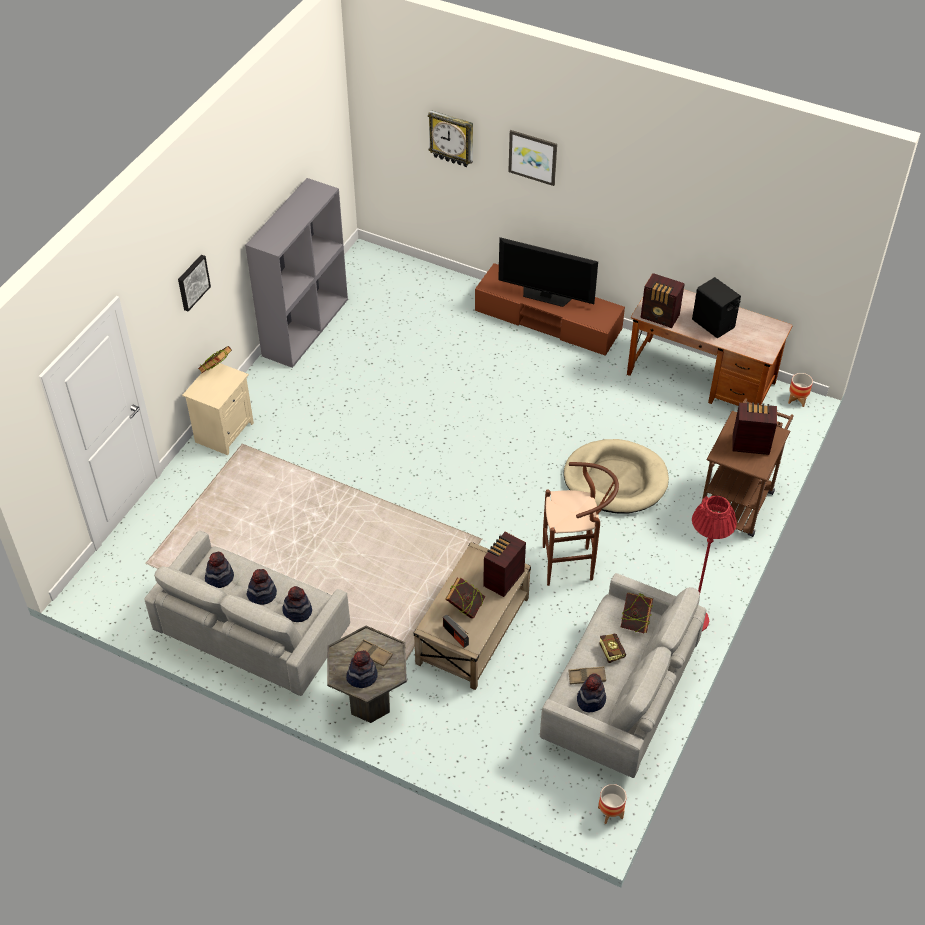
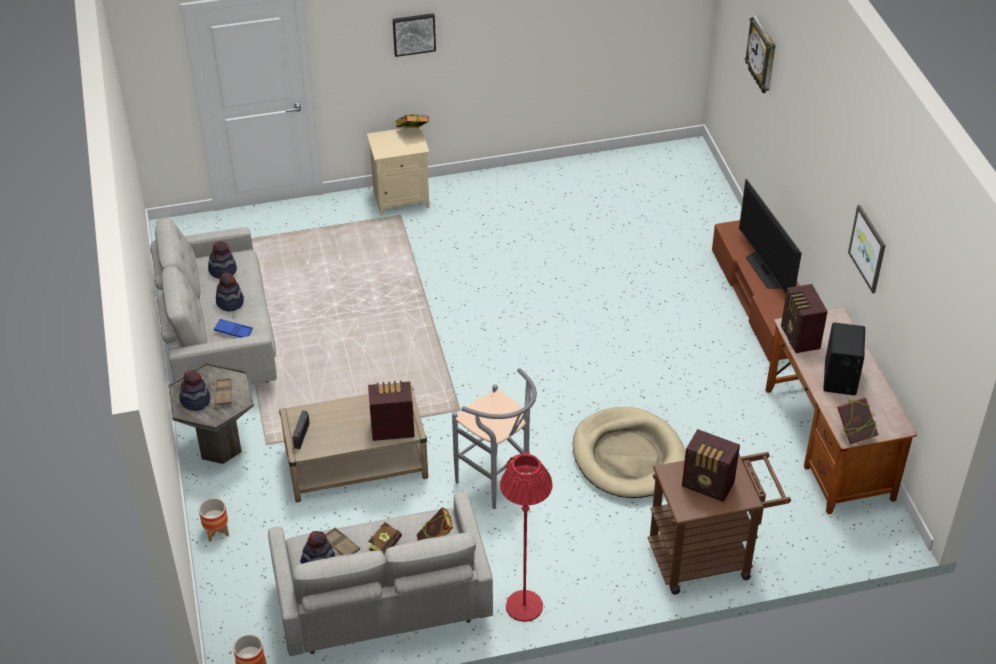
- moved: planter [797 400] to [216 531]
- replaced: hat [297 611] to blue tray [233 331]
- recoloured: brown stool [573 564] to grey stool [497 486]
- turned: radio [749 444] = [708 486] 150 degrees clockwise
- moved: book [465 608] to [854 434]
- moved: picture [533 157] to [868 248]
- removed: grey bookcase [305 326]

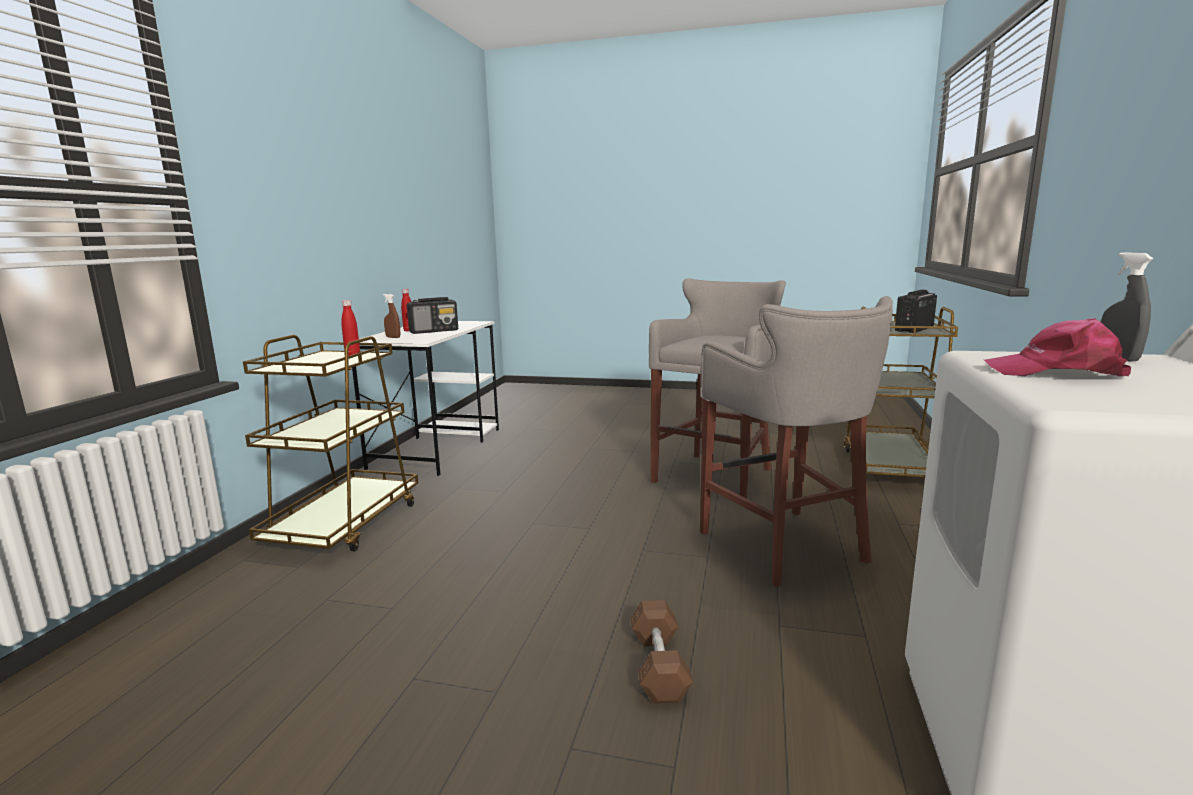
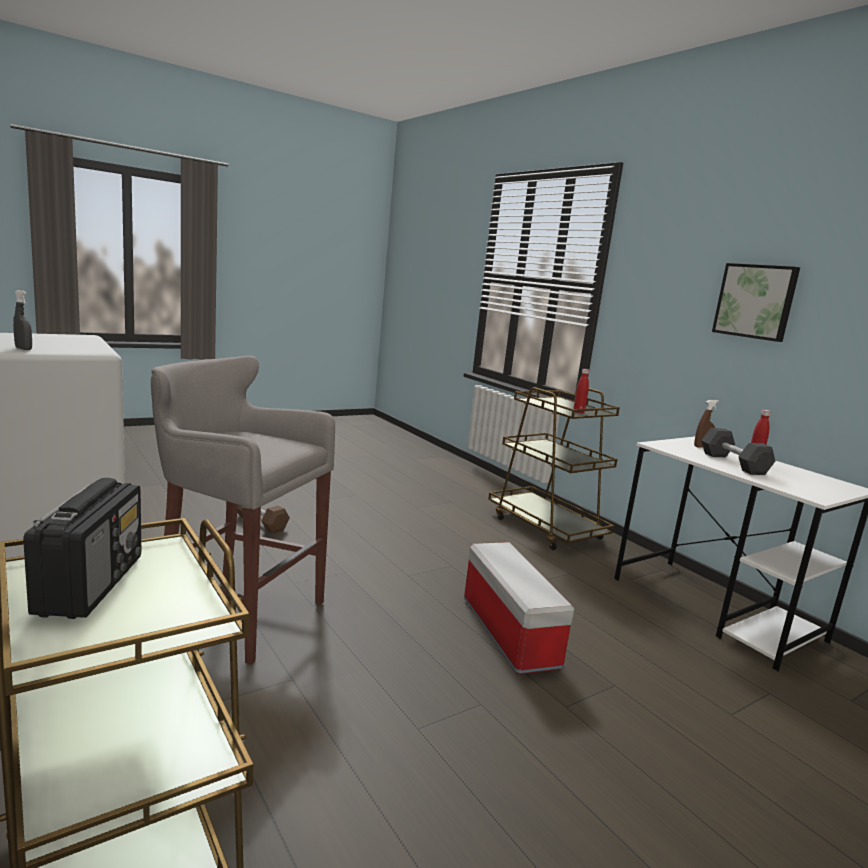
- added: storage box [507 631]
- replaced: radio [434 331] to grey dumbbell [733 463]
- added: picture [756 301]
- removed: grey stool [716 475]
- removed: pink cap [1056 372]

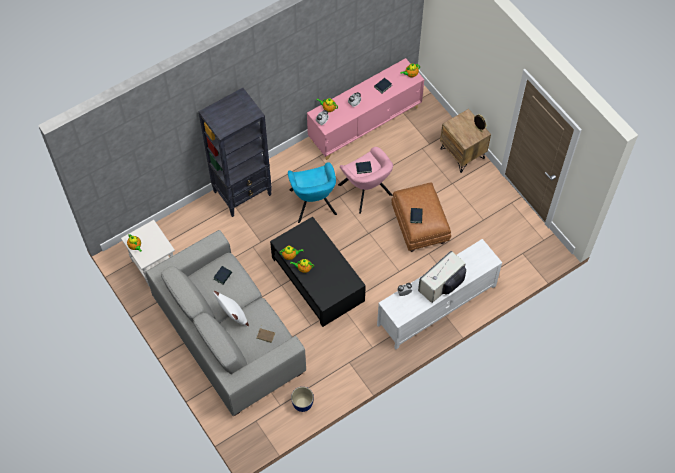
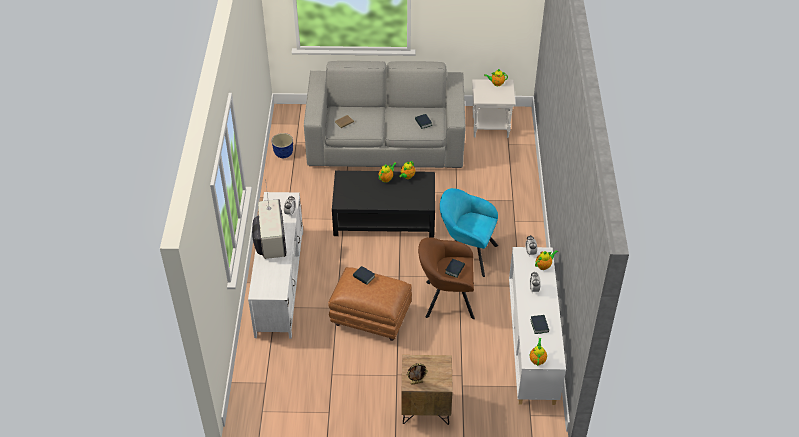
- recoloured: pink armchair [366 192] to brown armchair [446 299]
- recoloured: pink cabinet [365 124] to white cabinet [532 344]
- removed: black bookcase [243 193]
- removed: white pillow [233 316]

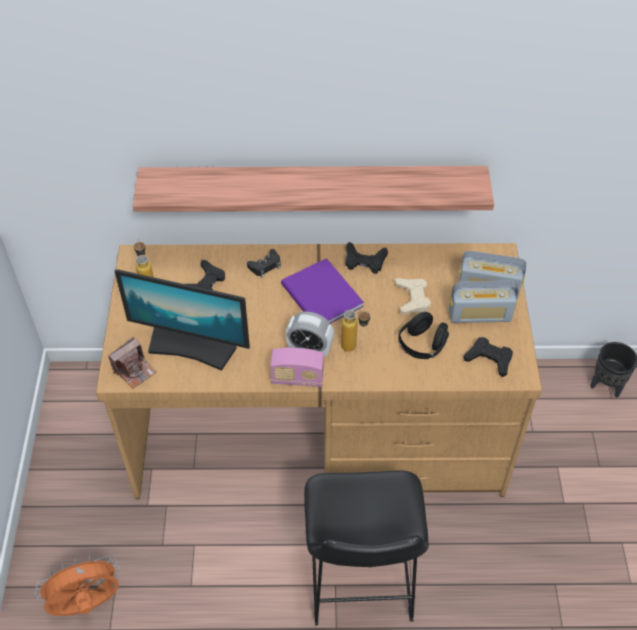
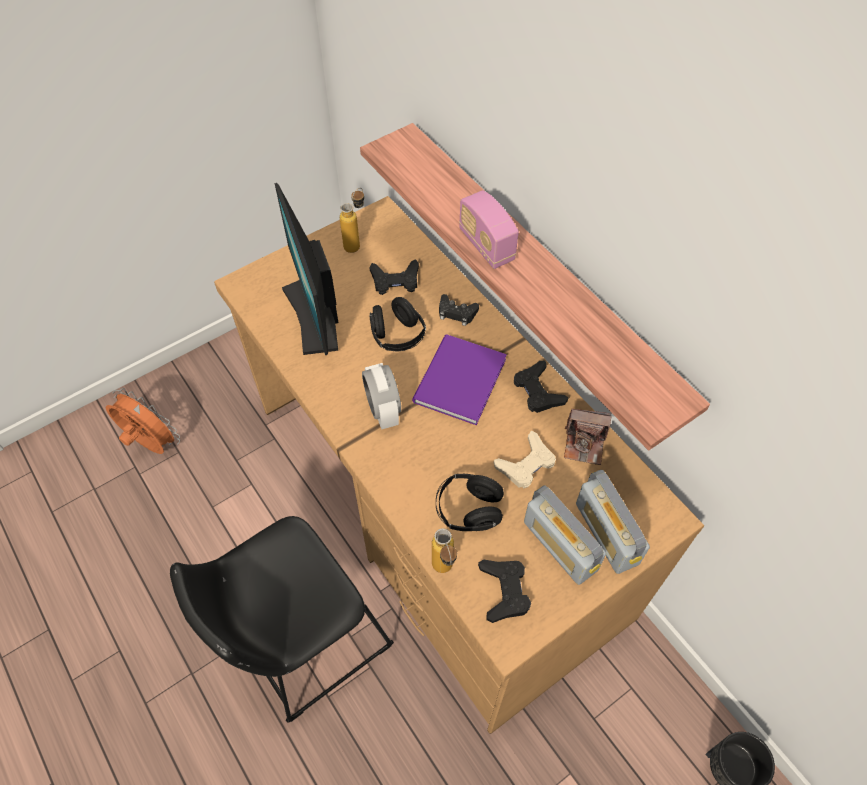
- added: black headphones [397 336]
- moved: bottle [354 347] to [444 572]
- moved: radio [297 378] to [486 245]
- moved: photo camera [134 370] to [584 443]

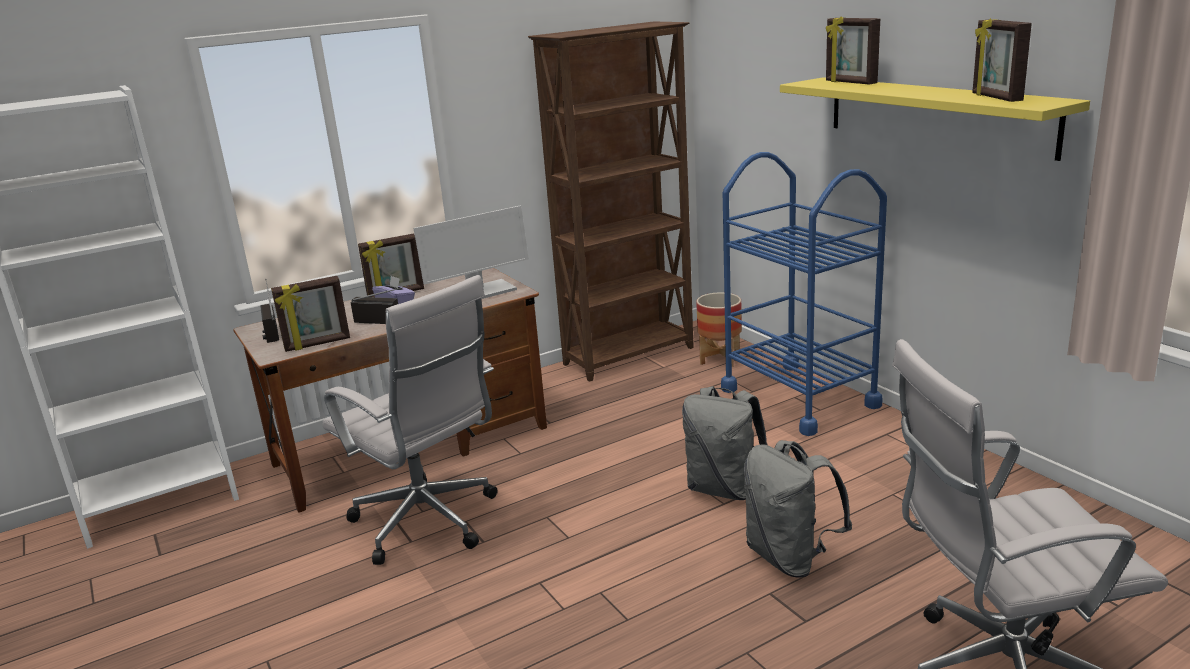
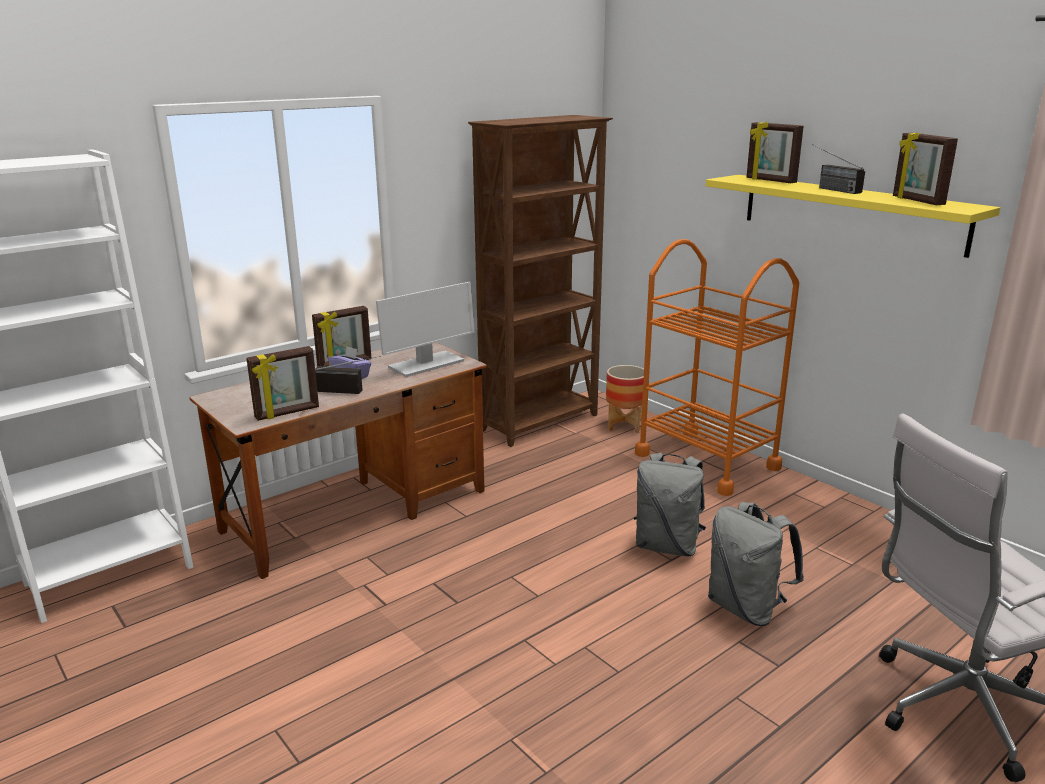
- recoloured: blue cart [799 397] to orange cart [706 461]
- moved: radio [270 330] to [829 189]
- removed: white office chair [429 524]

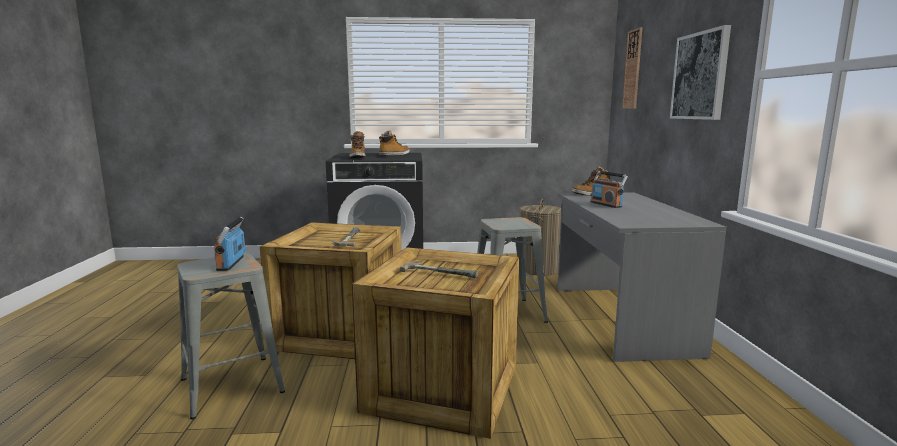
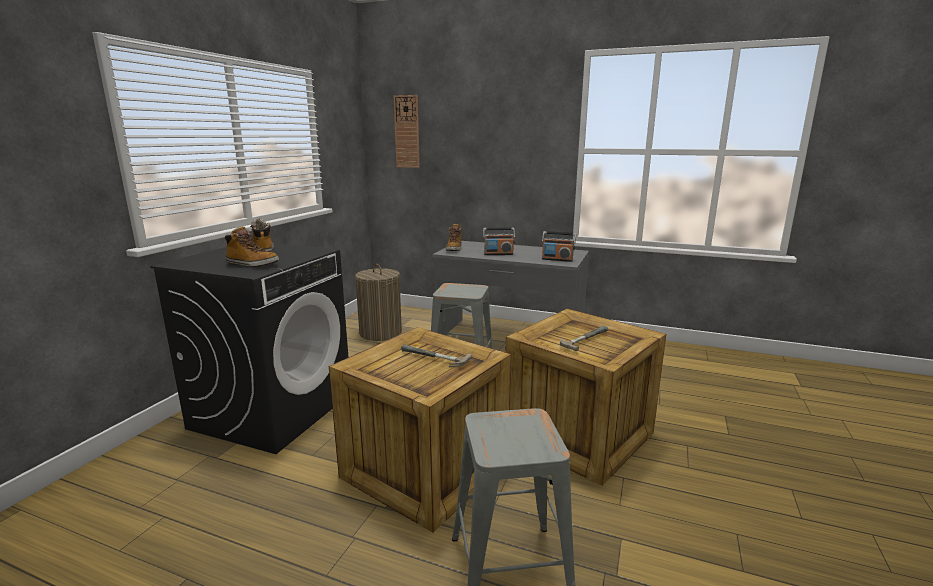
- moved: radio [231 263] to [557 259]
- removed: picture [700 76]

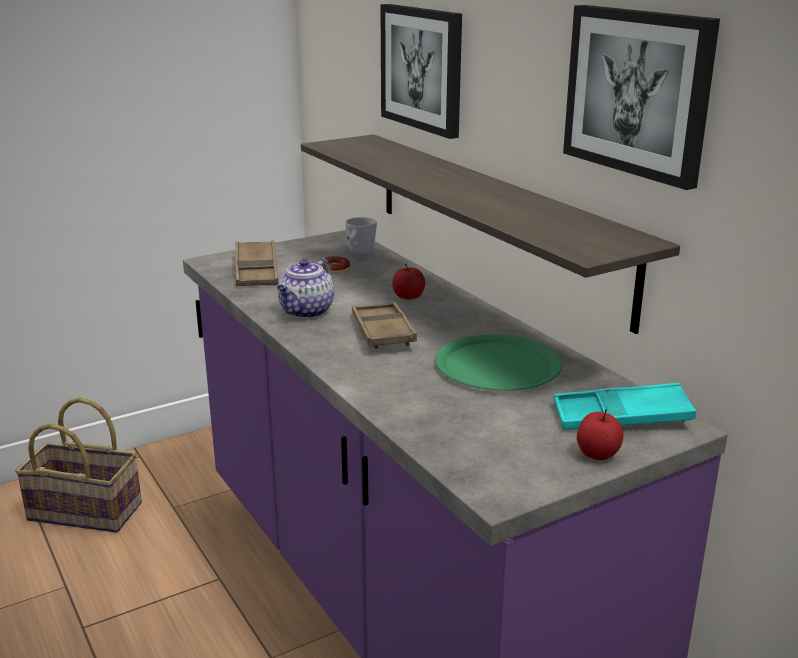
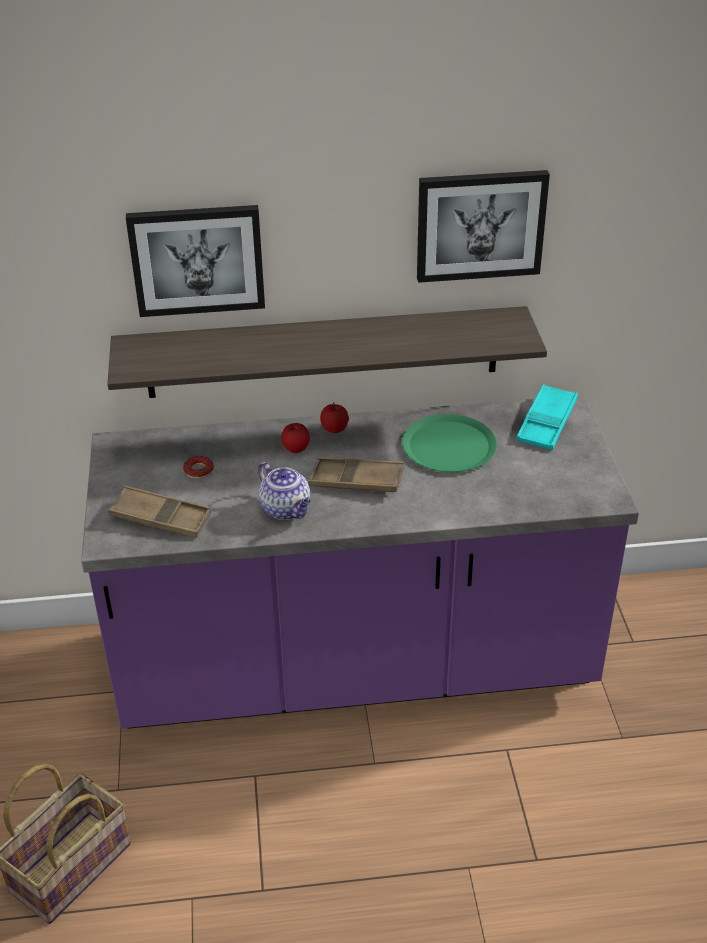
- moved: apple [597 454] to [334 428]
- removed: white mug [359 252]

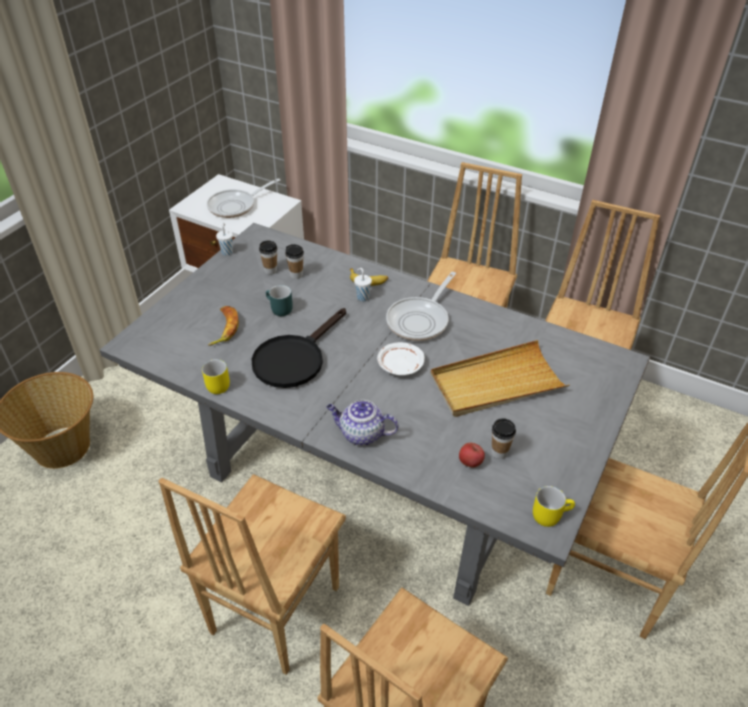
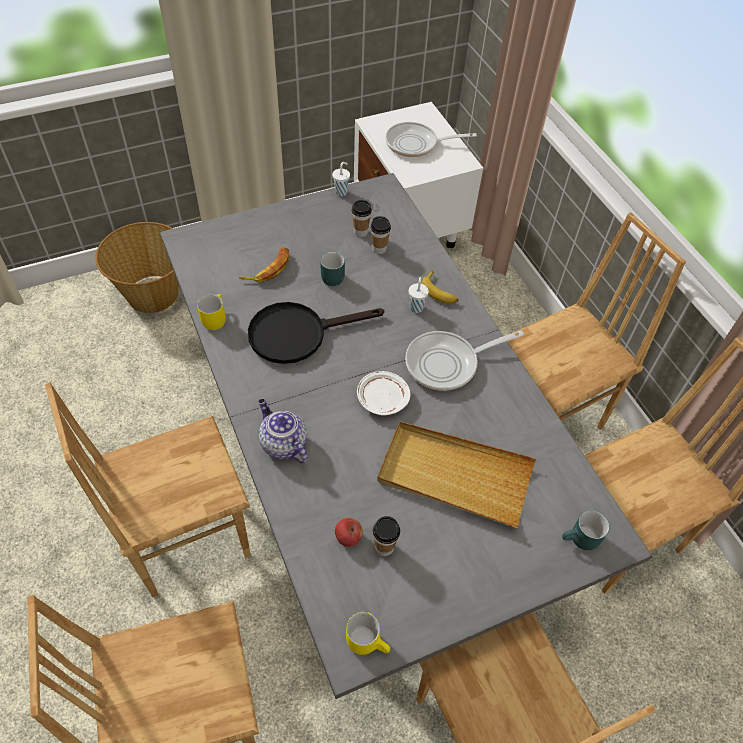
- added: turquoise mug [581 541]

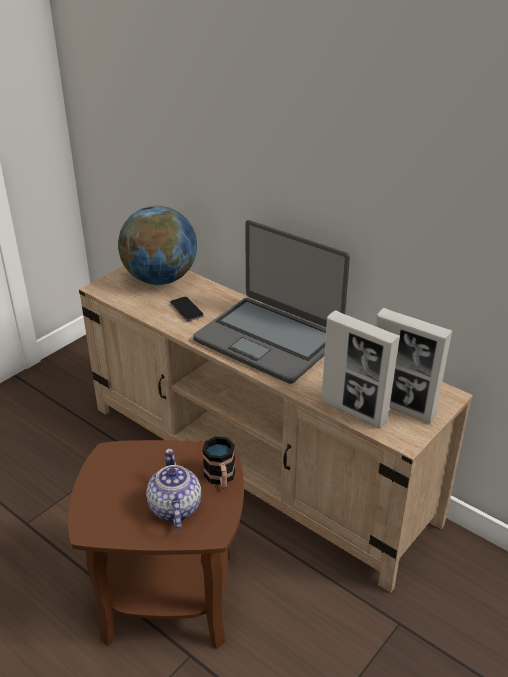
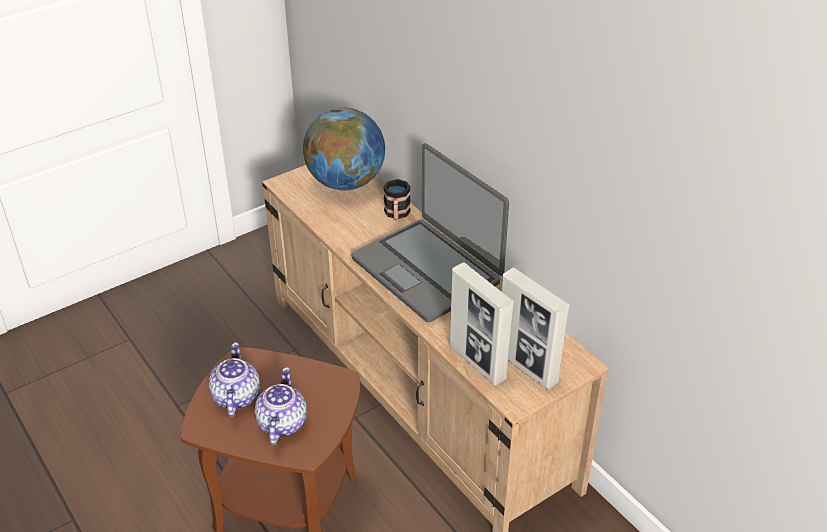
- added: teapot [235 397]
- moved: mug [220 478] to [396 214]
- removed: phone [186 310]

